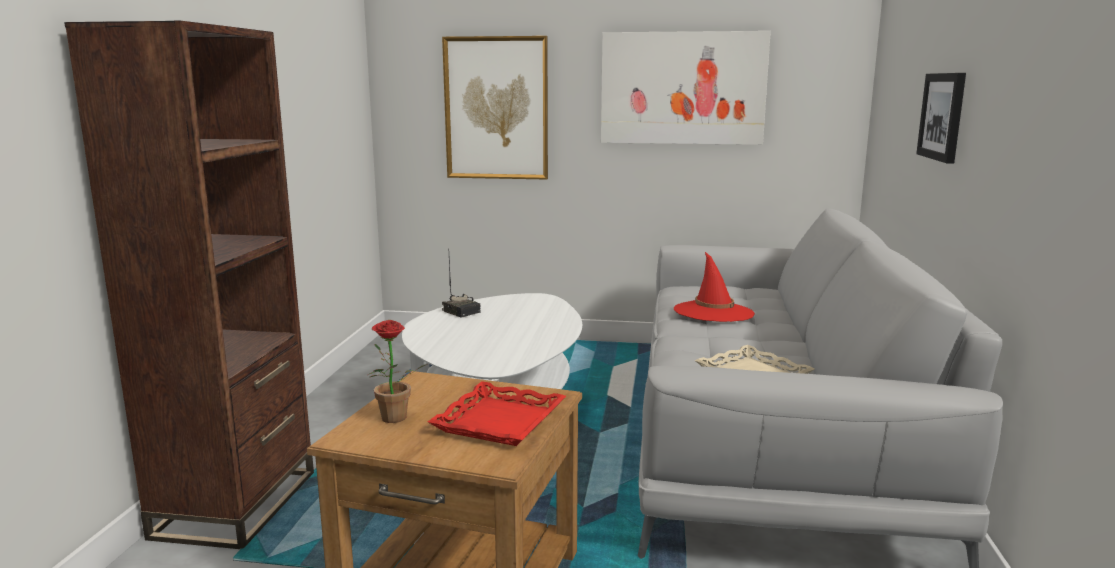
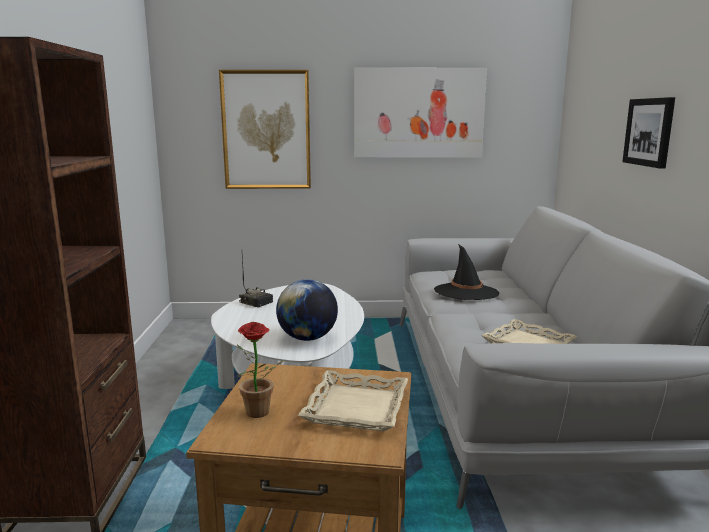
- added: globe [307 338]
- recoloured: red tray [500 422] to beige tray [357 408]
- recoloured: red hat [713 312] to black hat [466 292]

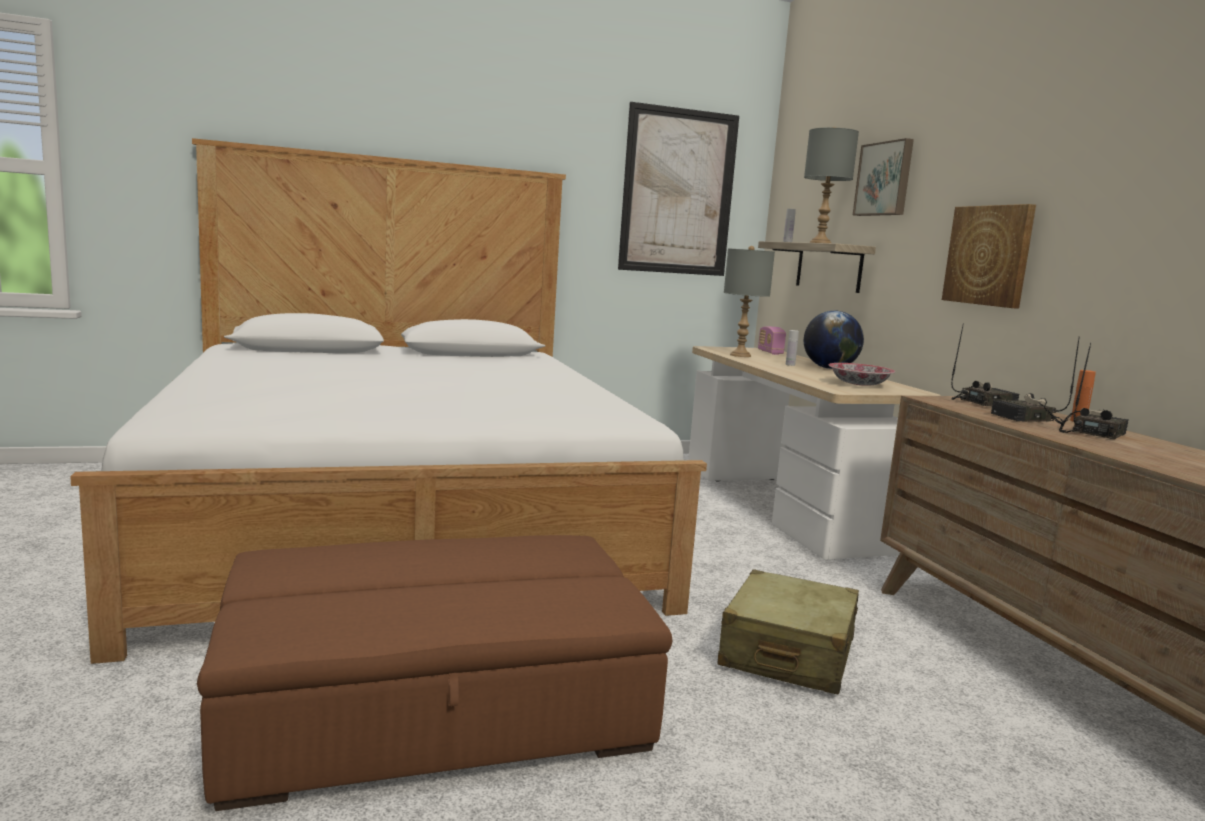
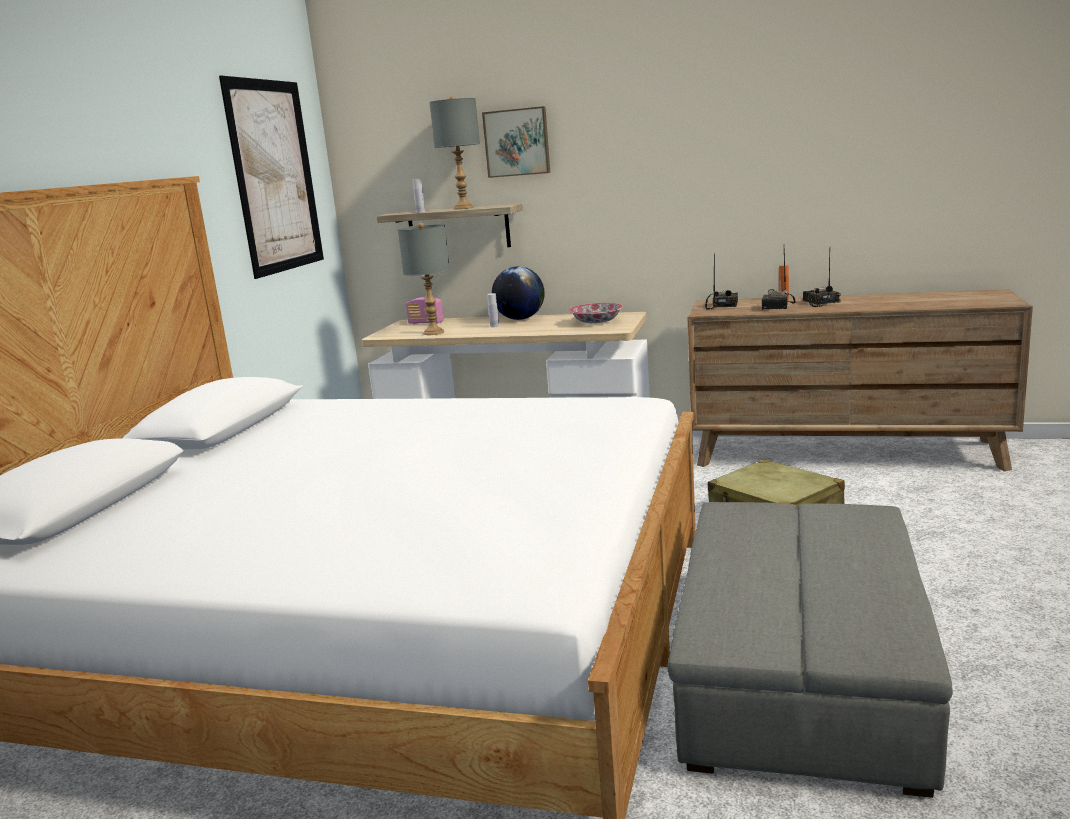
- recoloured: brown ottoman [437 708] to grey ottoman [802 672]
- removed: picture [989 255]

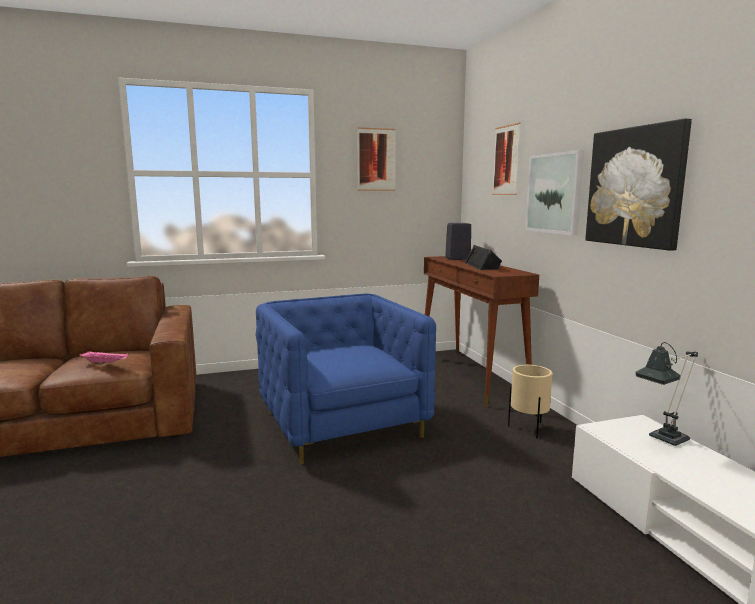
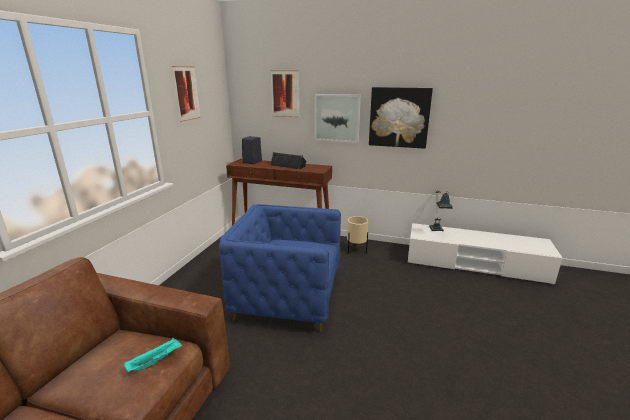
- recoloured: pink tray [106 364] to turquoise tray [156 361]

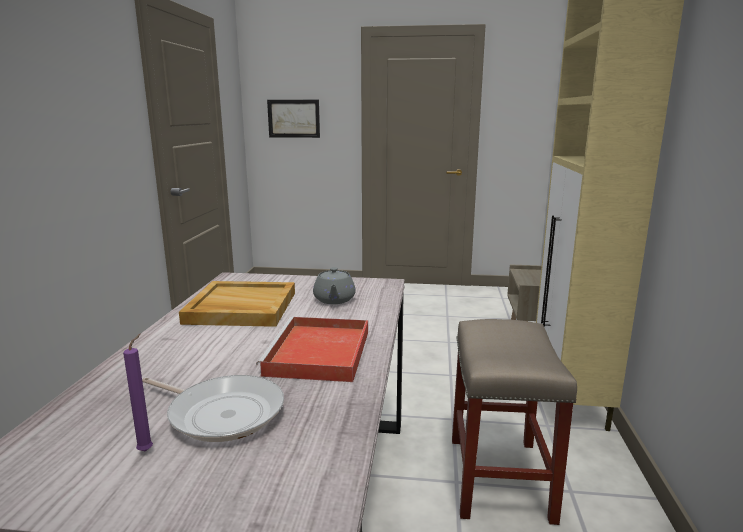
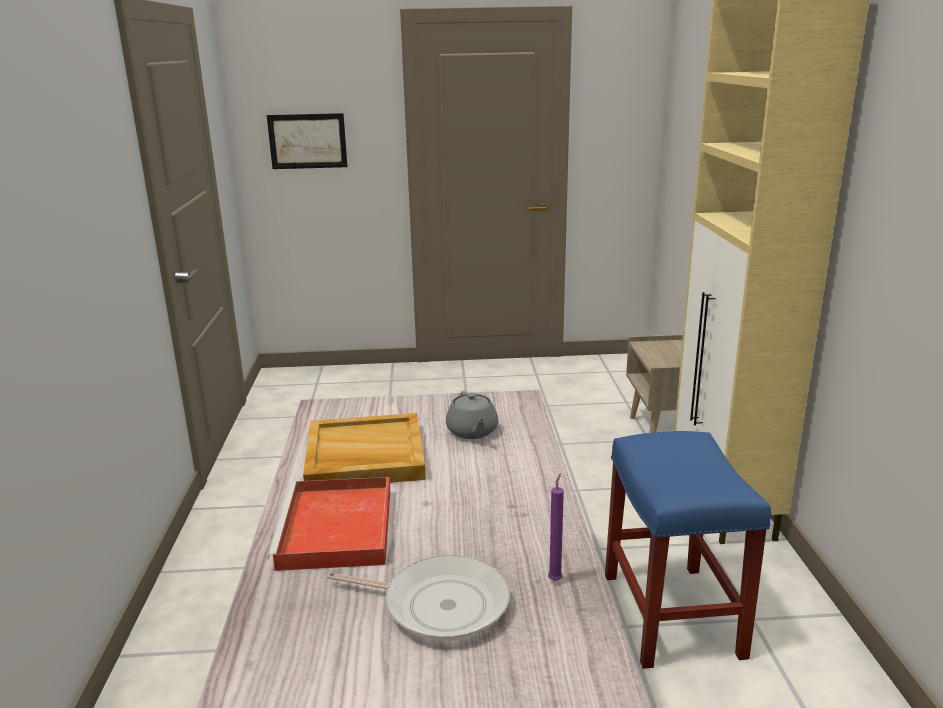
- moved: red tray [319 354] to [337 529]
- moved: purple candle [147 450] to [555 579]
- recoloured: beige stool [500 479] to blue stool [673 616]

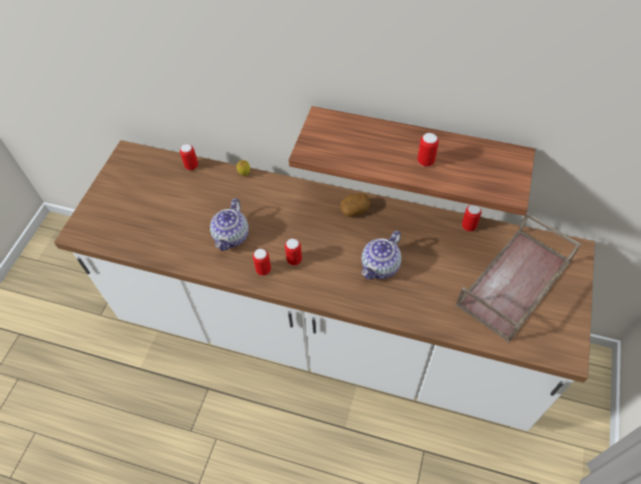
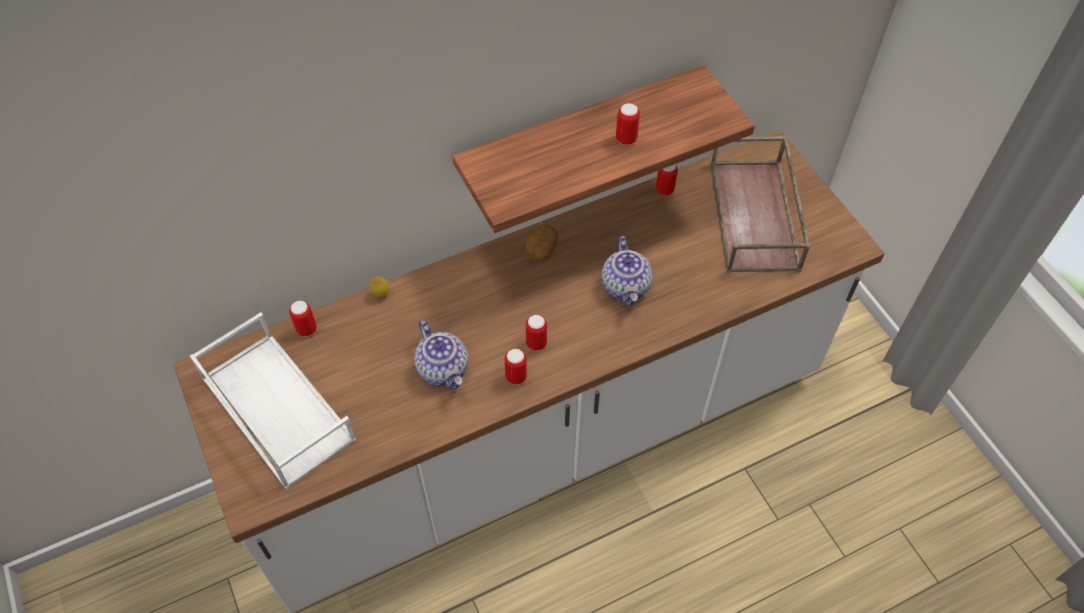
- added: white tray [275 408]

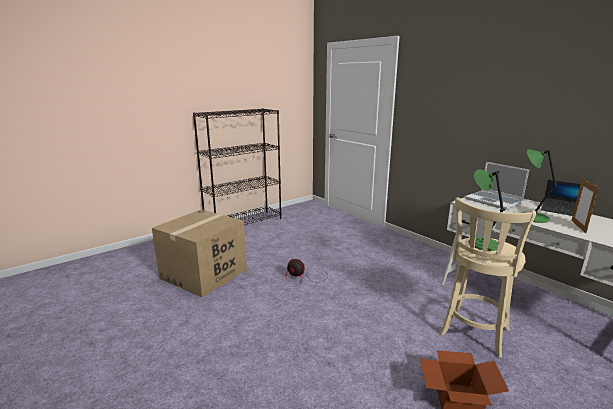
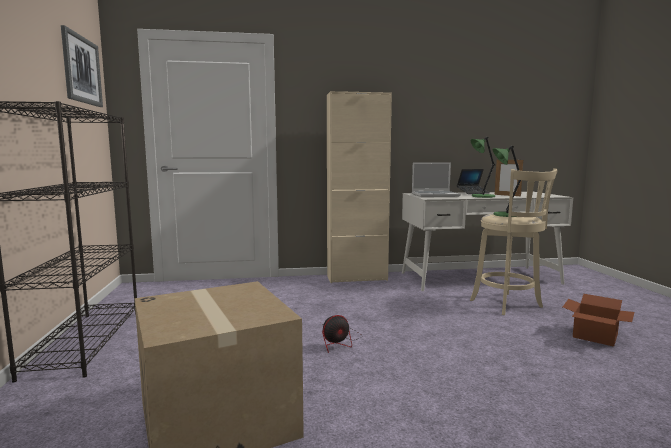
- added: picture [81 70]
- added: beige cabinet [357 278]

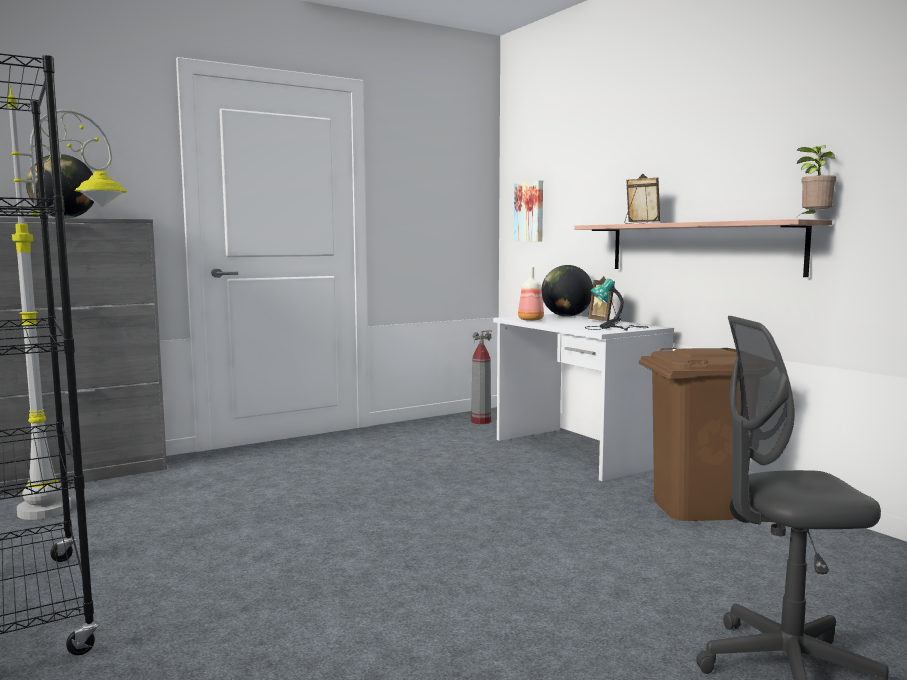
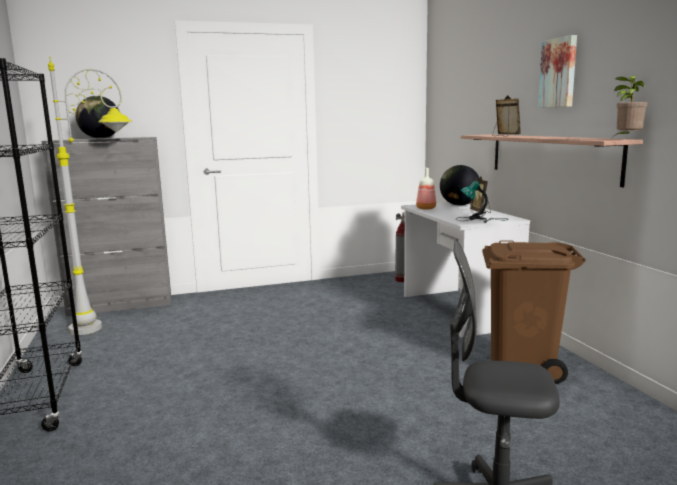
- moved: picture [530 211] to [559 73]

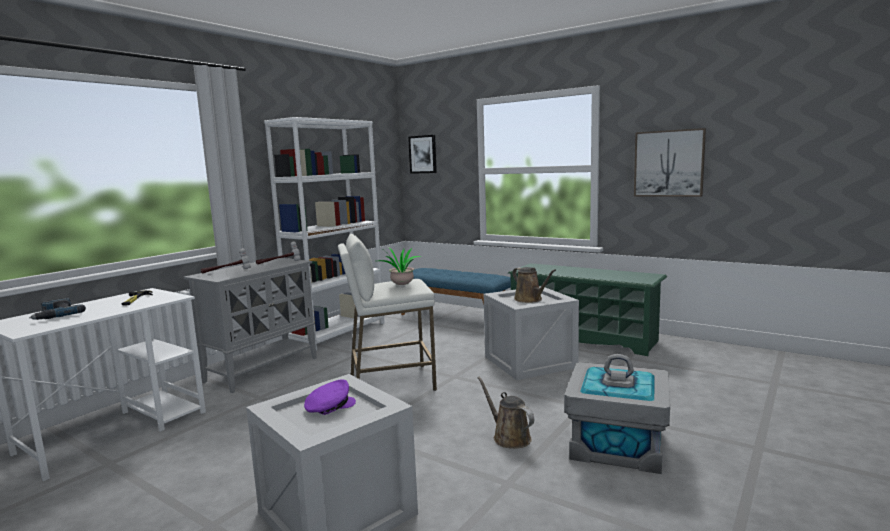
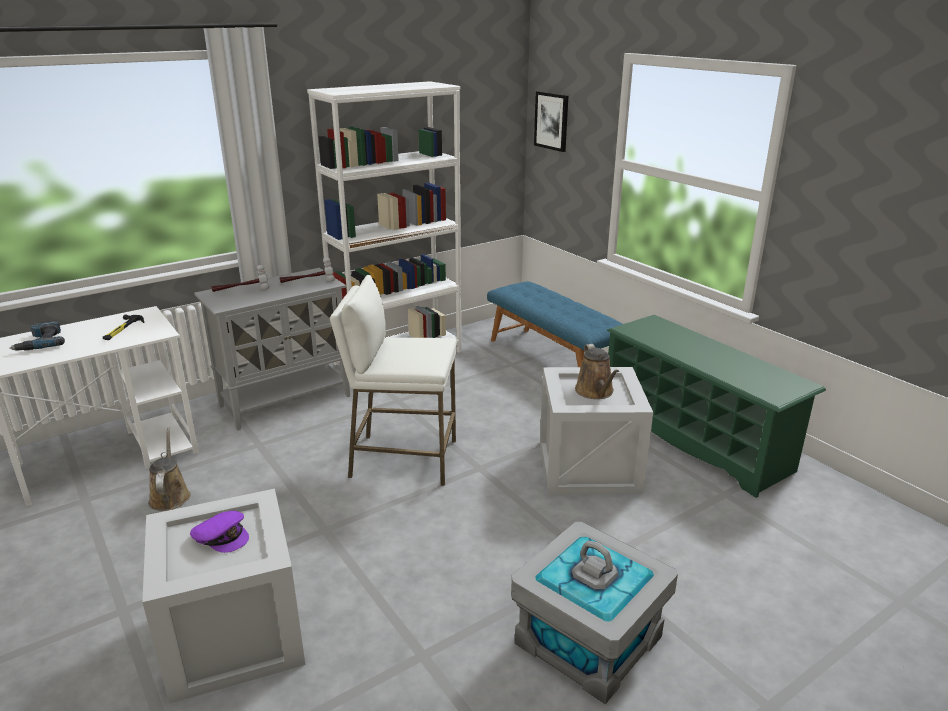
- moved: brown watering can [509 437] to [170 496]
- turned: purple cap [329 407] = [222 537] 45 degrees clockwise
- removed: potted plant [401 285]
- removed: picture [668 163]

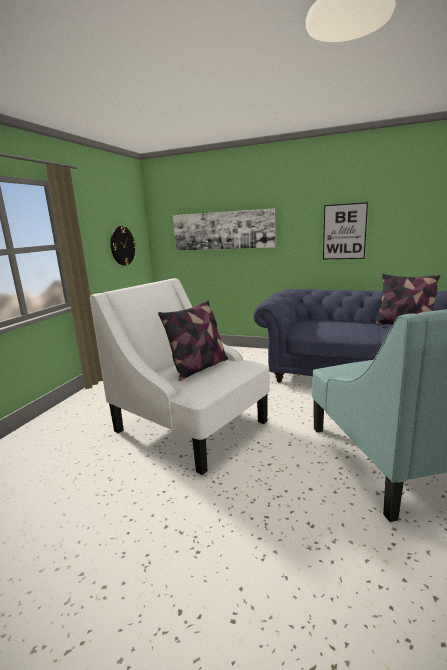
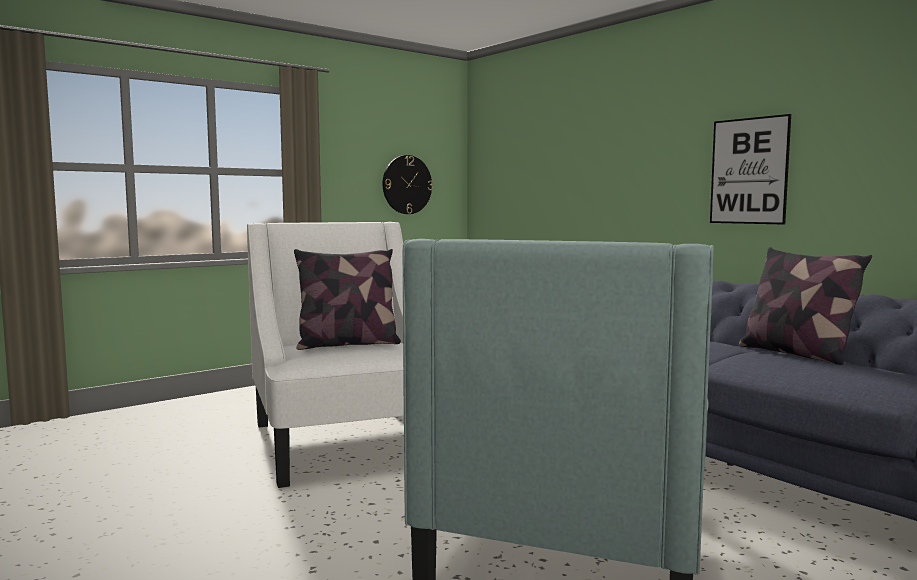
- removed: picture [222 230]

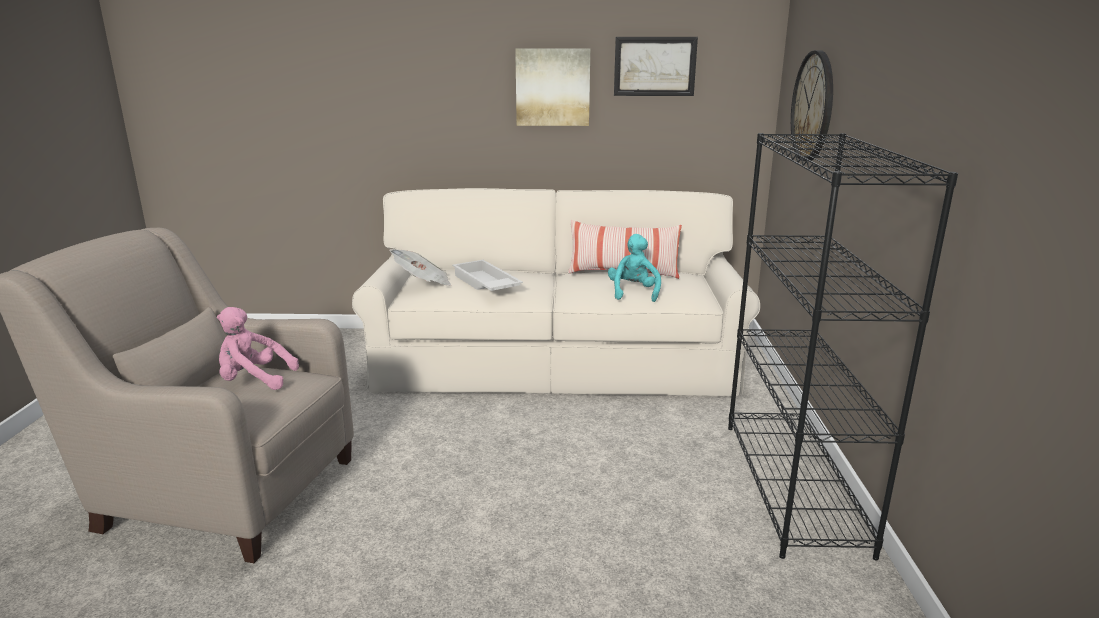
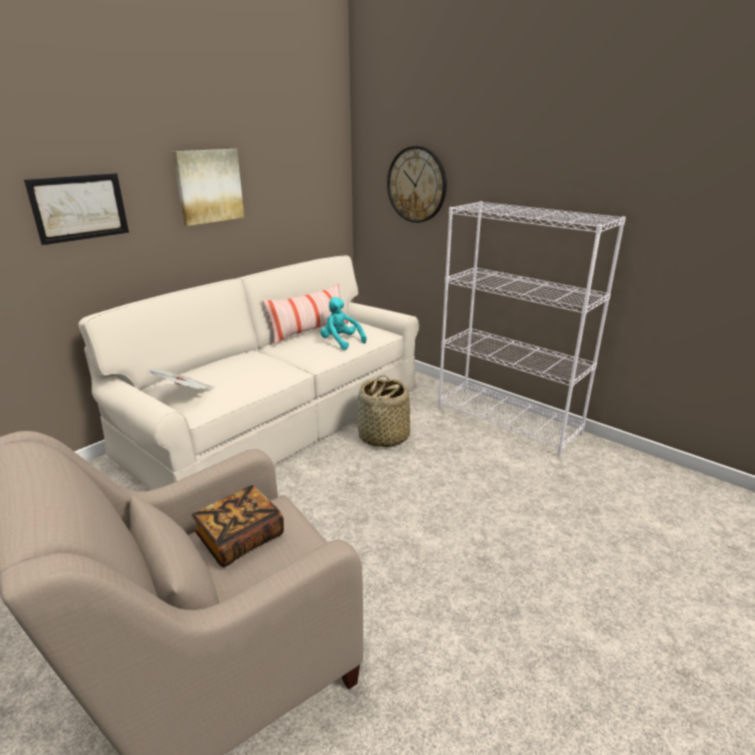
- moved: picture [655 66] to [79 207]
- replaced: pink plush toy [254 380] to book [240 538]
- added: basket [383 437]
- recoloured: black bookcase [794 485] to white bookcase [508 420]
- removed: white tray [485 284]

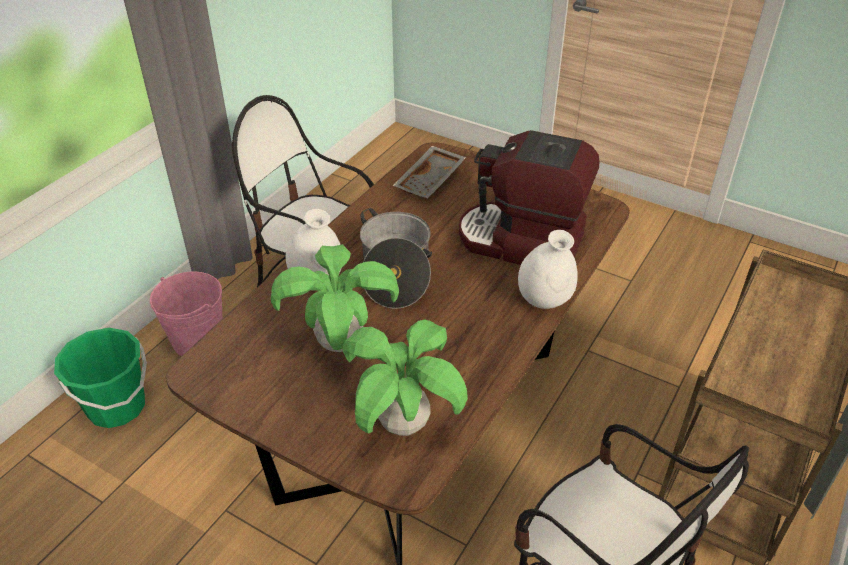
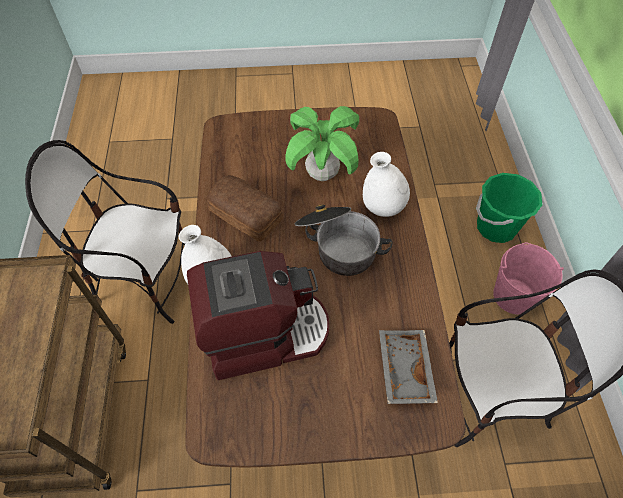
- added: bread [246 213]
- removed: potted plant [403 424]

